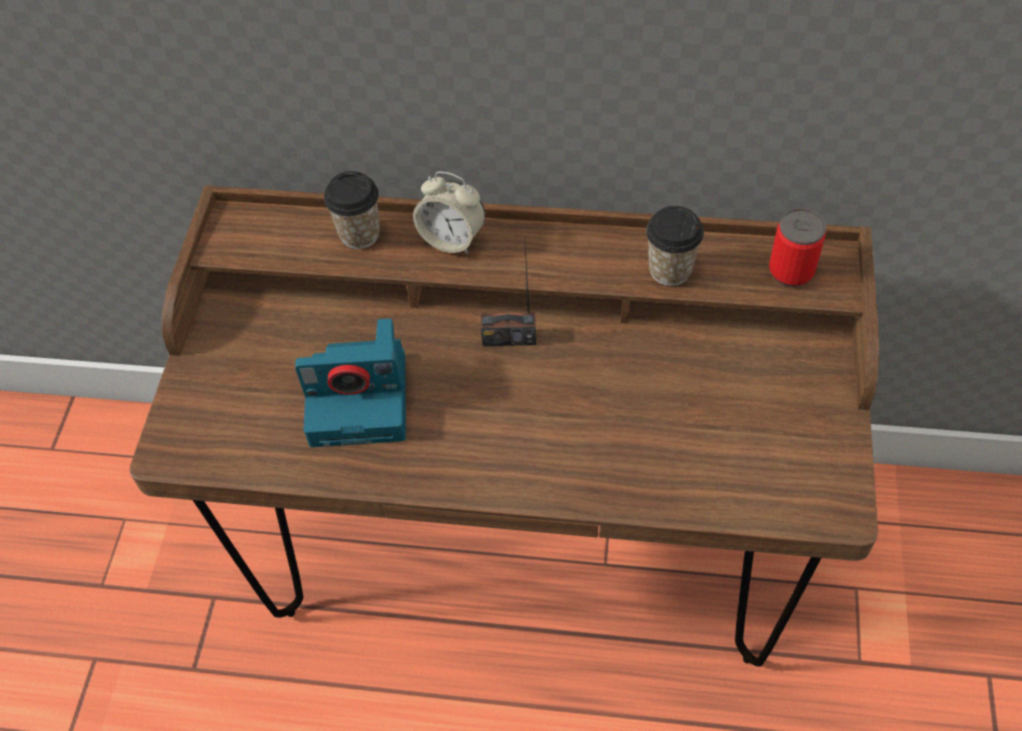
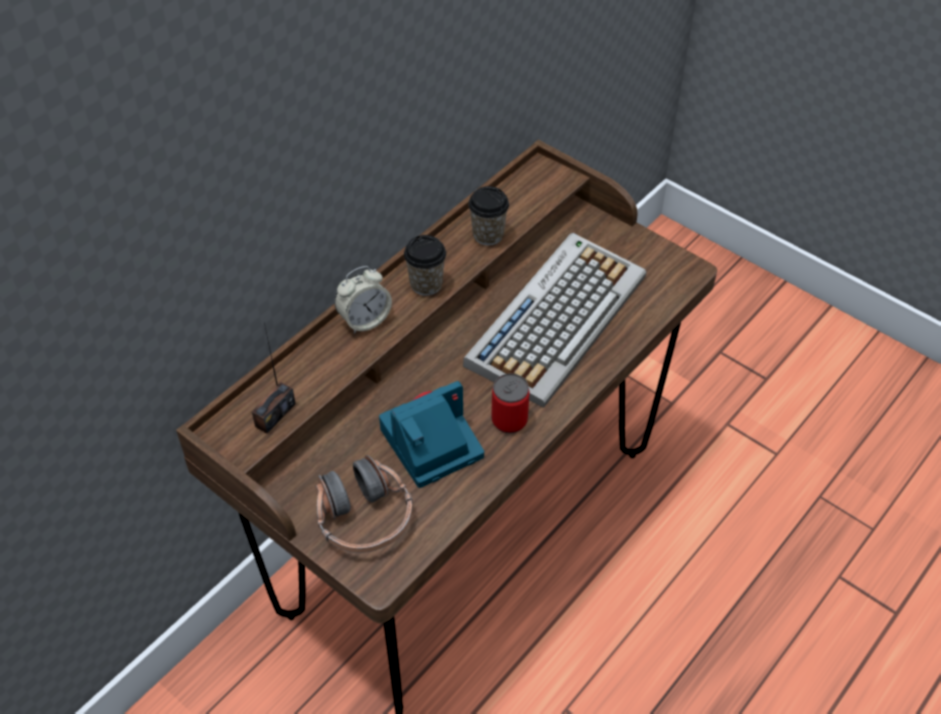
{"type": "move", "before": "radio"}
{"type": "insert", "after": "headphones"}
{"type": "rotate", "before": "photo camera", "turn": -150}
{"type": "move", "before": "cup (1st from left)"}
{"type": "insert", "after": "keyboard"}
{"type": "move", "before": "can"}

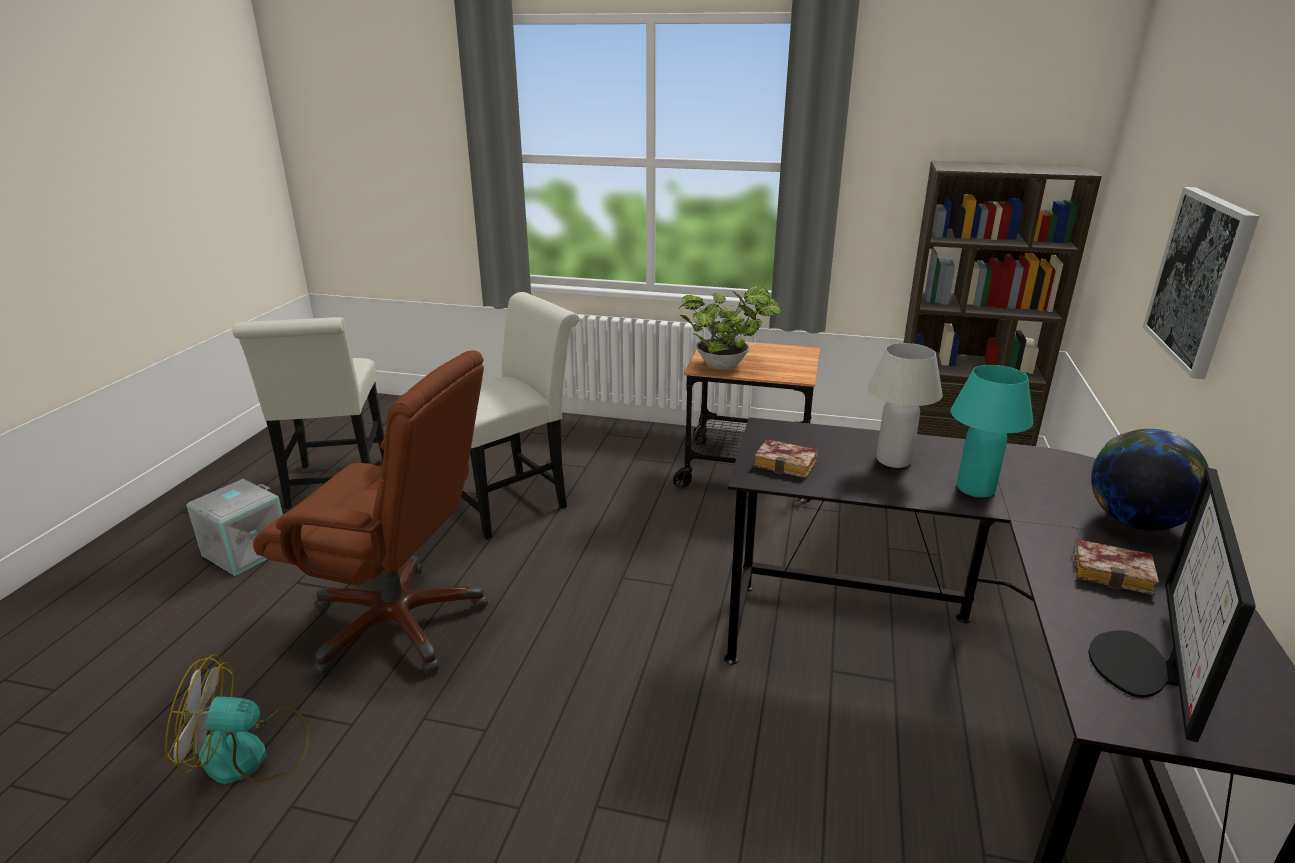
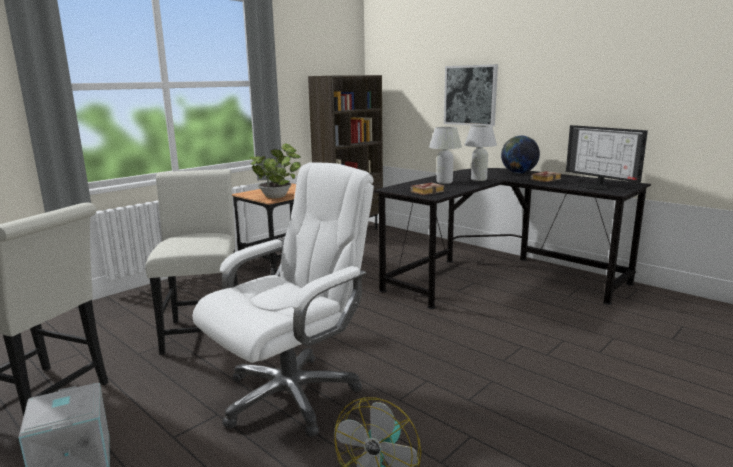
{"type": "recolor", "before": "brown office chair", "after": "white office chair"}
{"type": "recolor", "before": "turquoise table lamp", "after": "white table lamp (2nd from left)"}

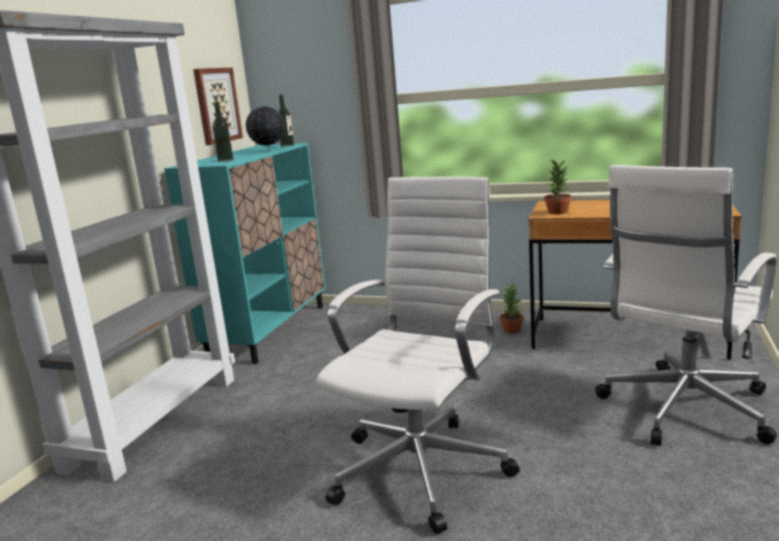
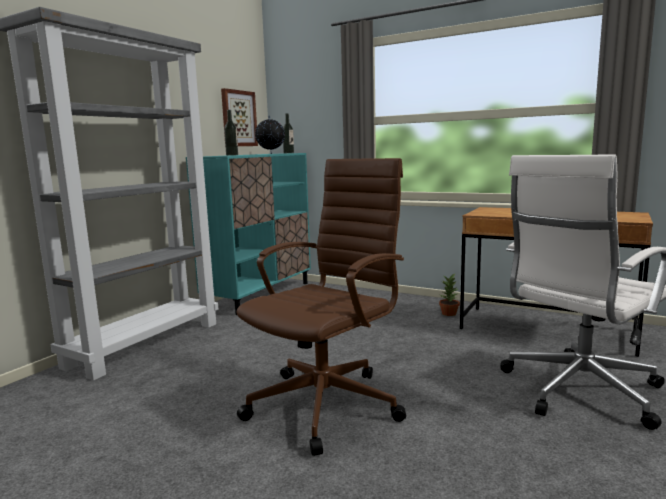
{"type": "recolor", "before": "white office chair (1st from left)", "after": "brown office chair"}
{"type": "delete", "before": "potted plant (2nd from left)"}

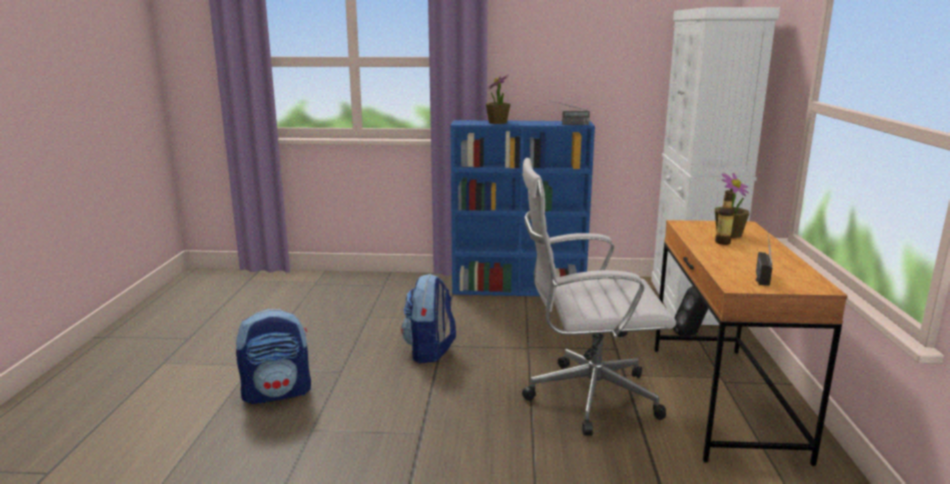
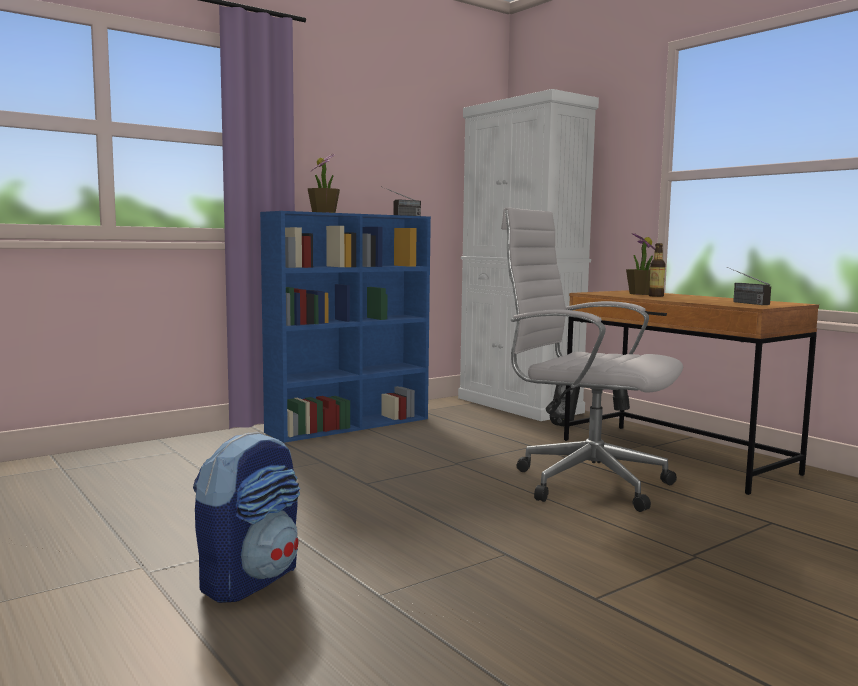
{"type": "rotate", "before": "white office chair", "turn": 75}
{"type": "delete", "before": "backpack (2nd from left)"}

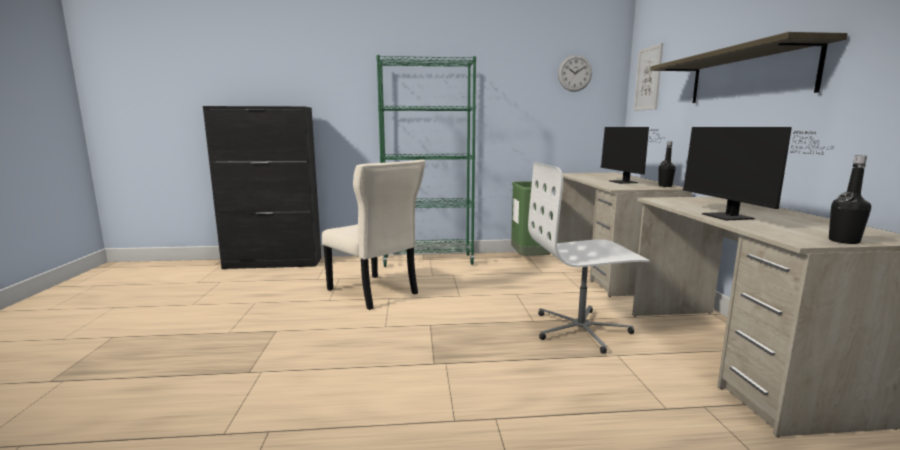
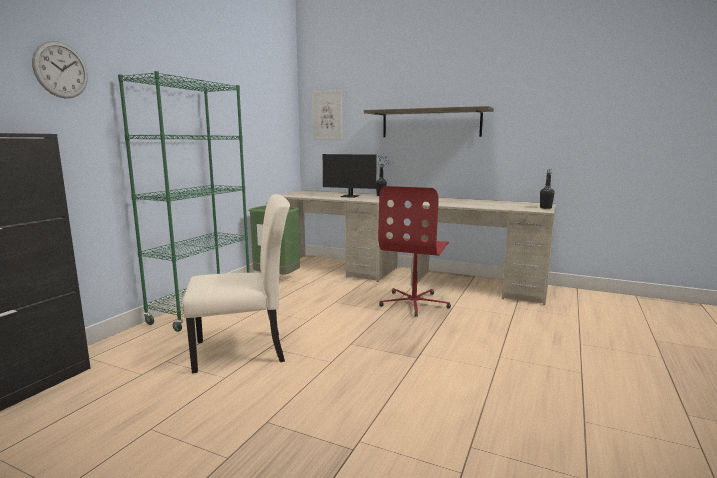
{"type": "move", "before": "wall clock"}
{"type": "recolor", "before": "white office chair", "after": "red office chair"}
{"type": "delete", "before": "monitor (2nd from left)"}

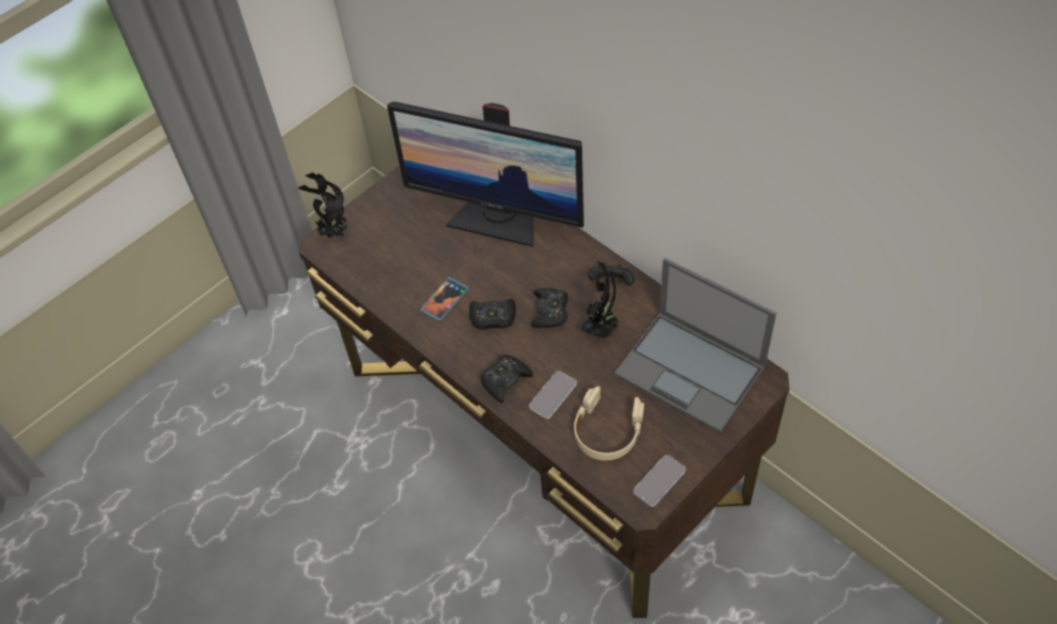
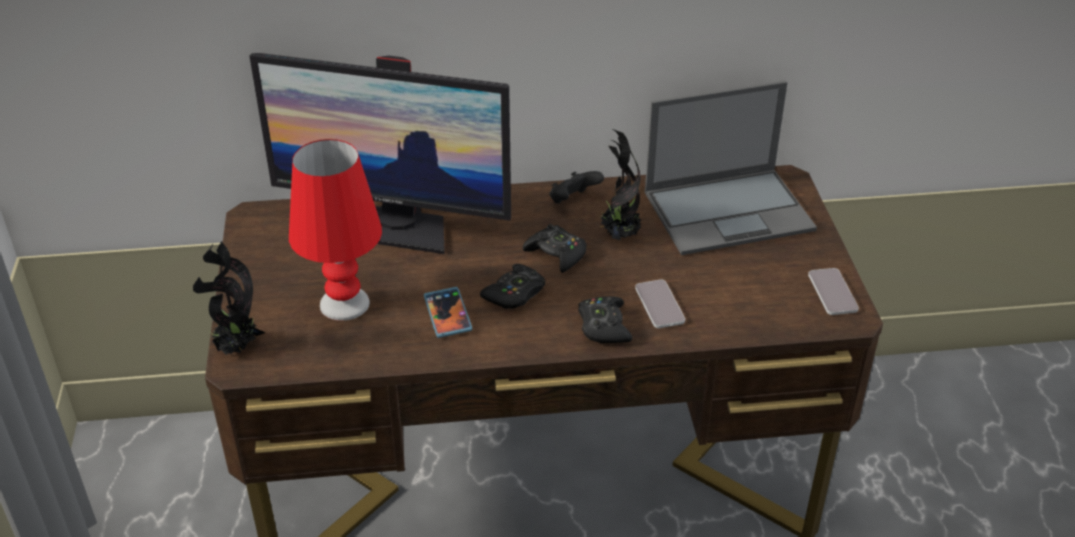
{"type": "rotate", "before": "monitor", "turn": 45}
{"type": "insert", "after": "red table lamp"}
{"type": "delete", "before": "beige headphones"}

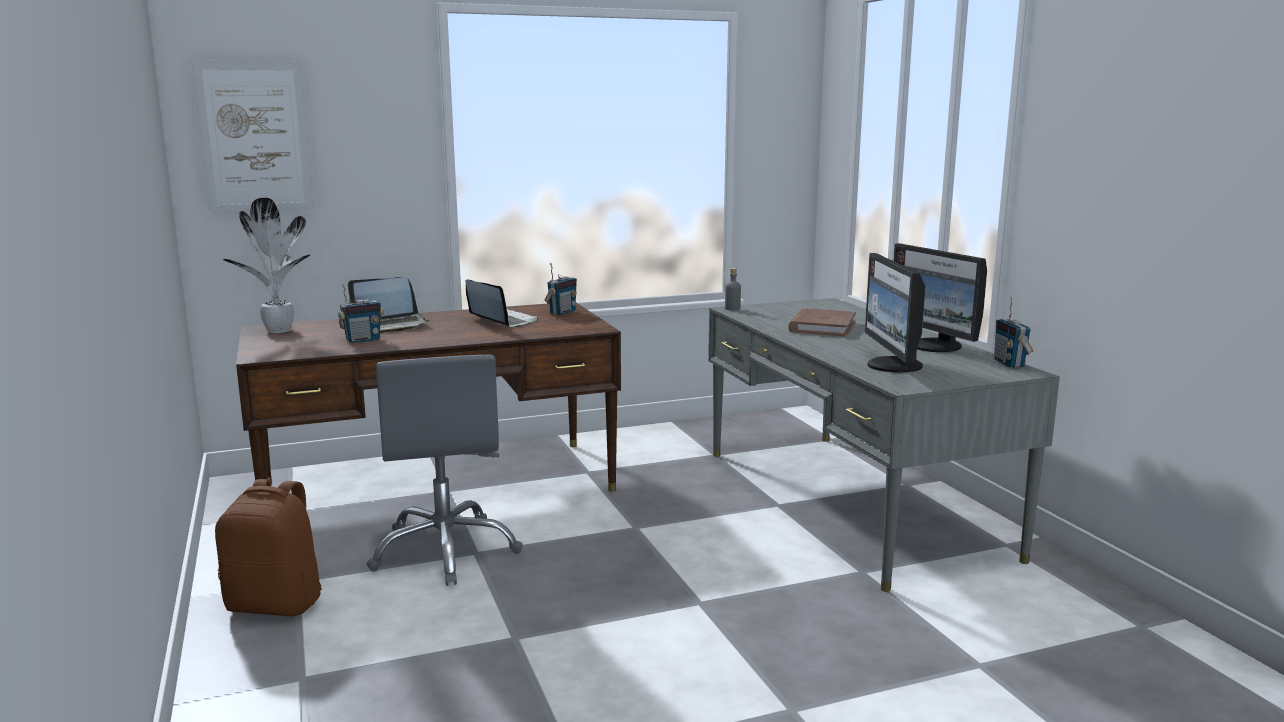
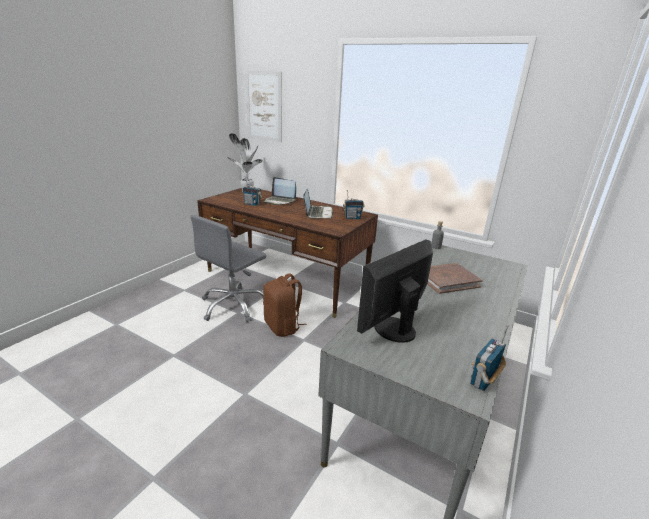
{"type": "move", "before": "brown backpack"}
{"type": "delete", "before": "monitor (2nd from left)"}

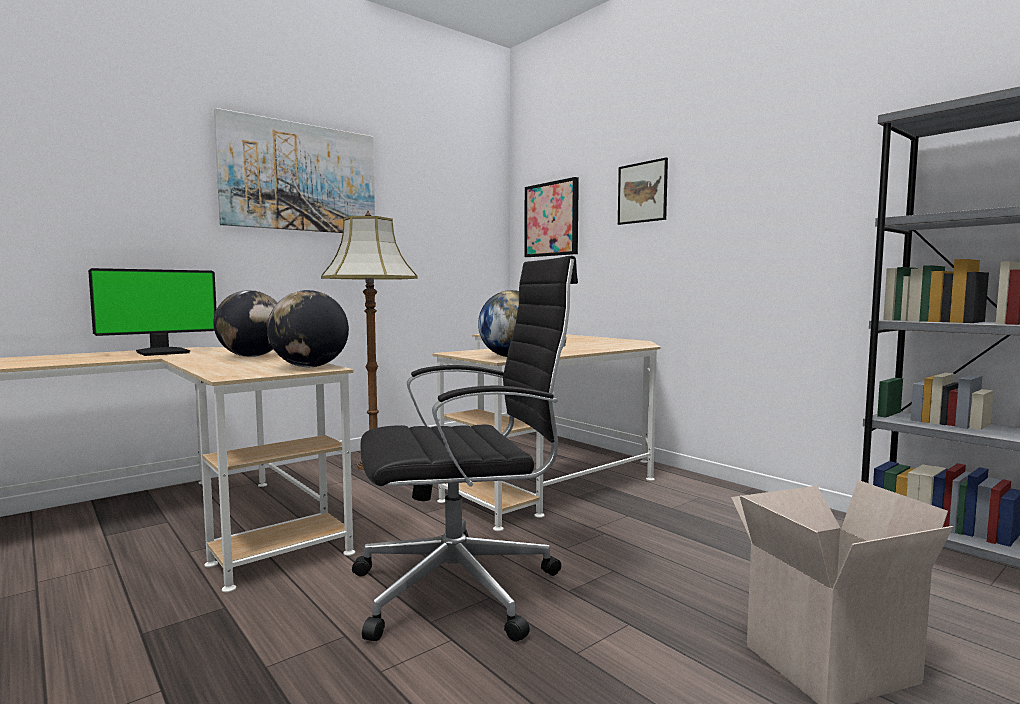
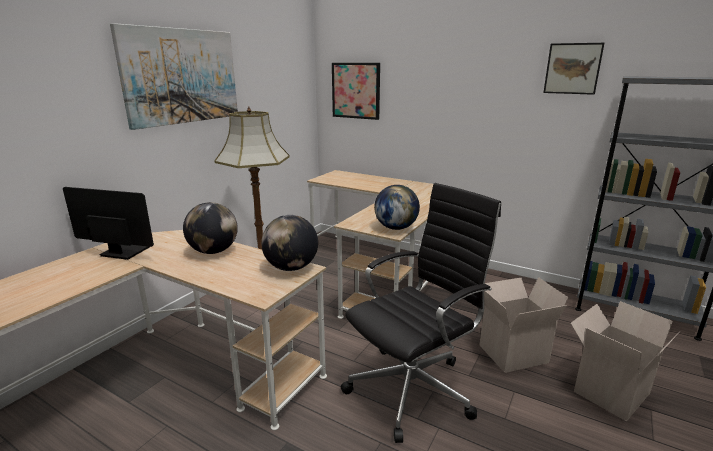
{"type": "rotate", "before": "monitor", "turn": -105}
{"type": "insert", "after": "cardboard box (1st from left)"}
{"type": "move", "before": "picture (3rd from left)"}

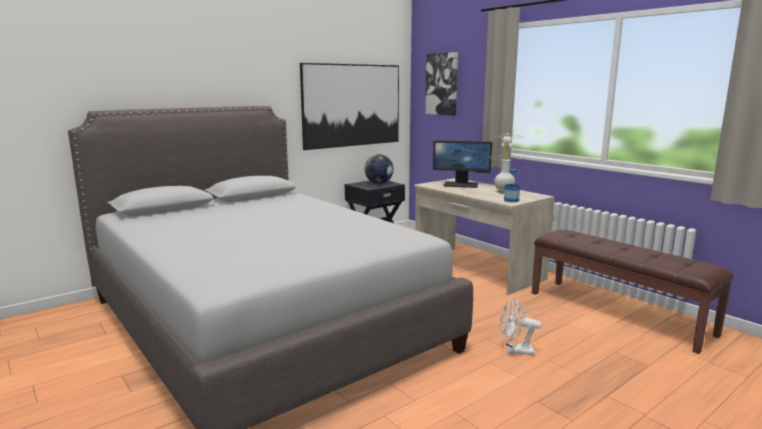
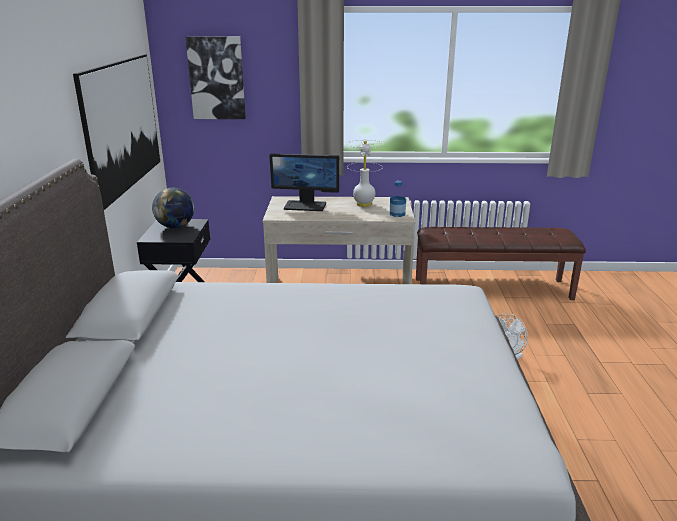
{"type": "rotate", "before": "monitor", "turn": 45}

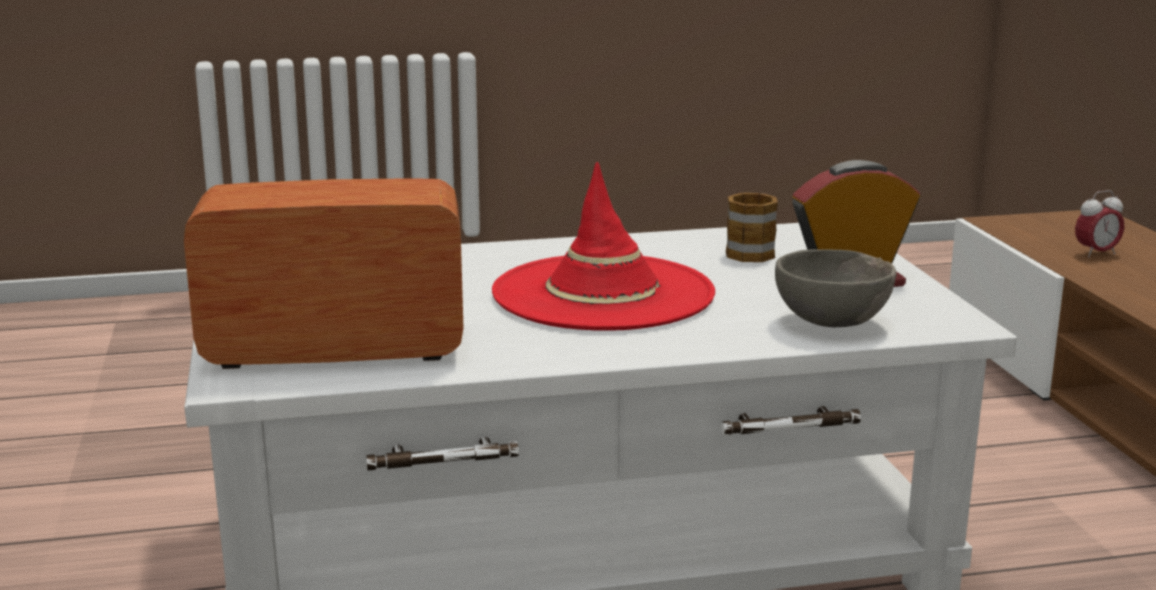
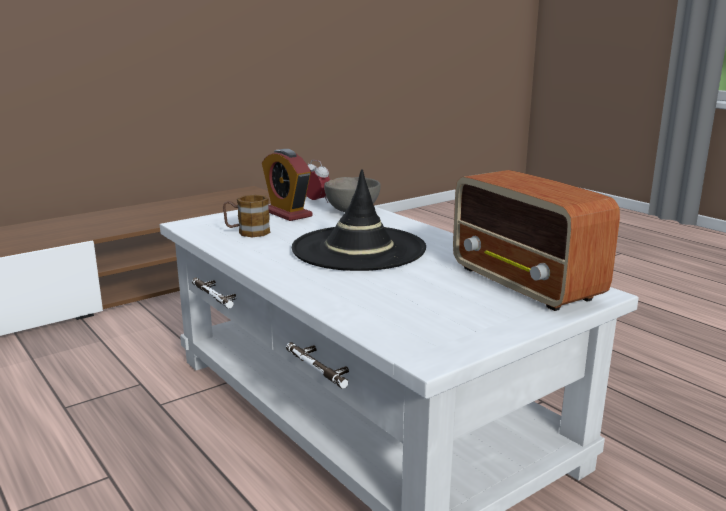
{"type": "recolor", "before": "red hat", "after": "black hat"}
{"type": "move", "before": "alarm clock (2nd from left)"}

